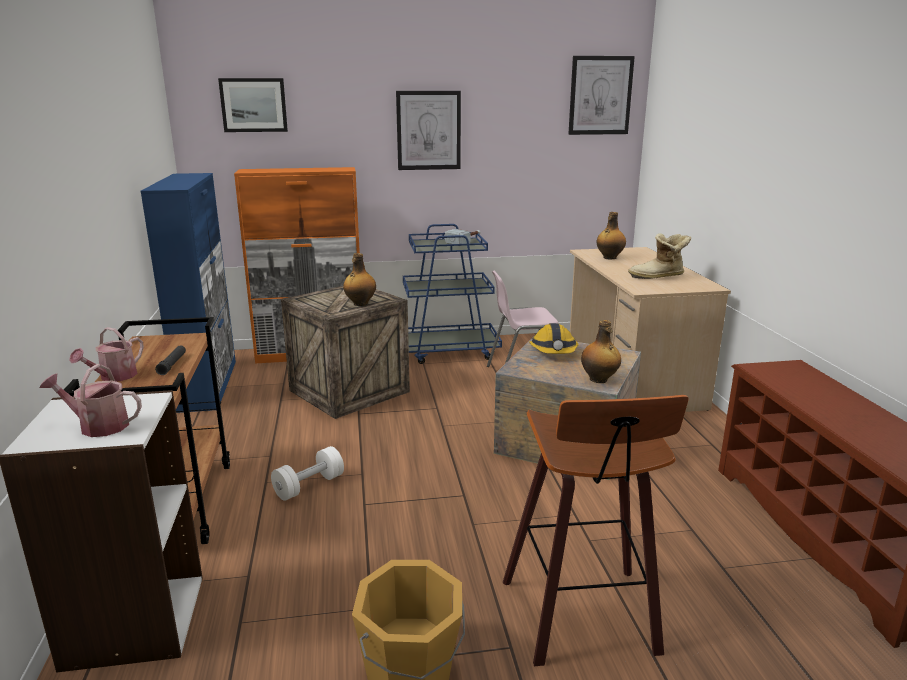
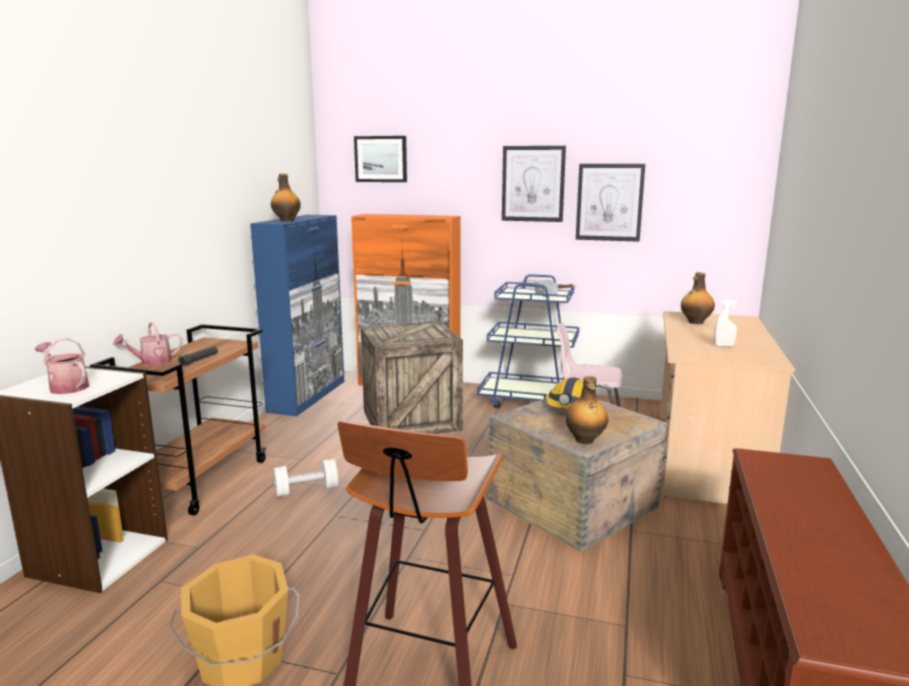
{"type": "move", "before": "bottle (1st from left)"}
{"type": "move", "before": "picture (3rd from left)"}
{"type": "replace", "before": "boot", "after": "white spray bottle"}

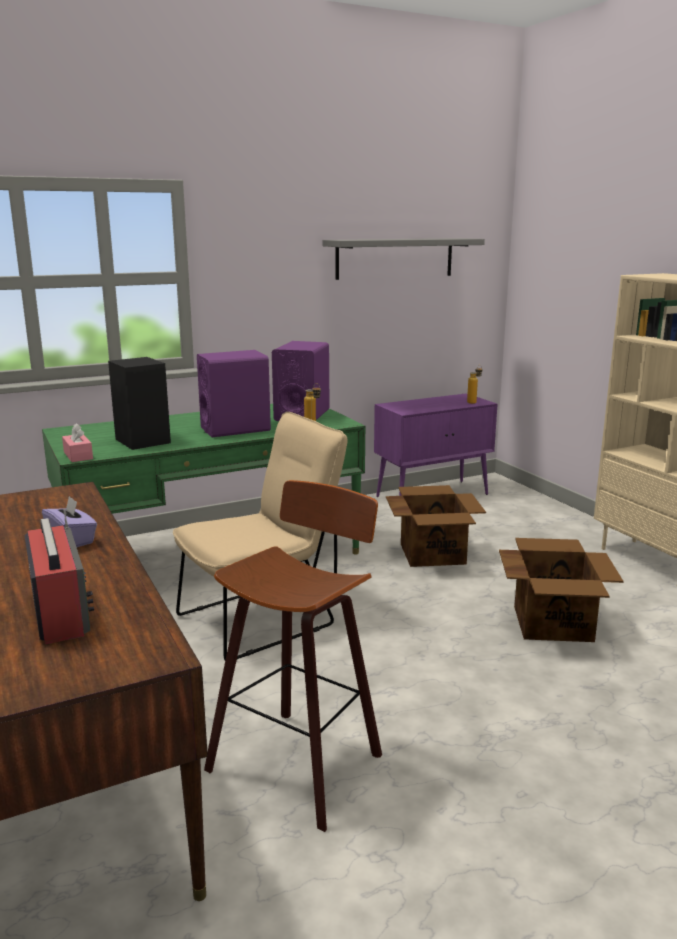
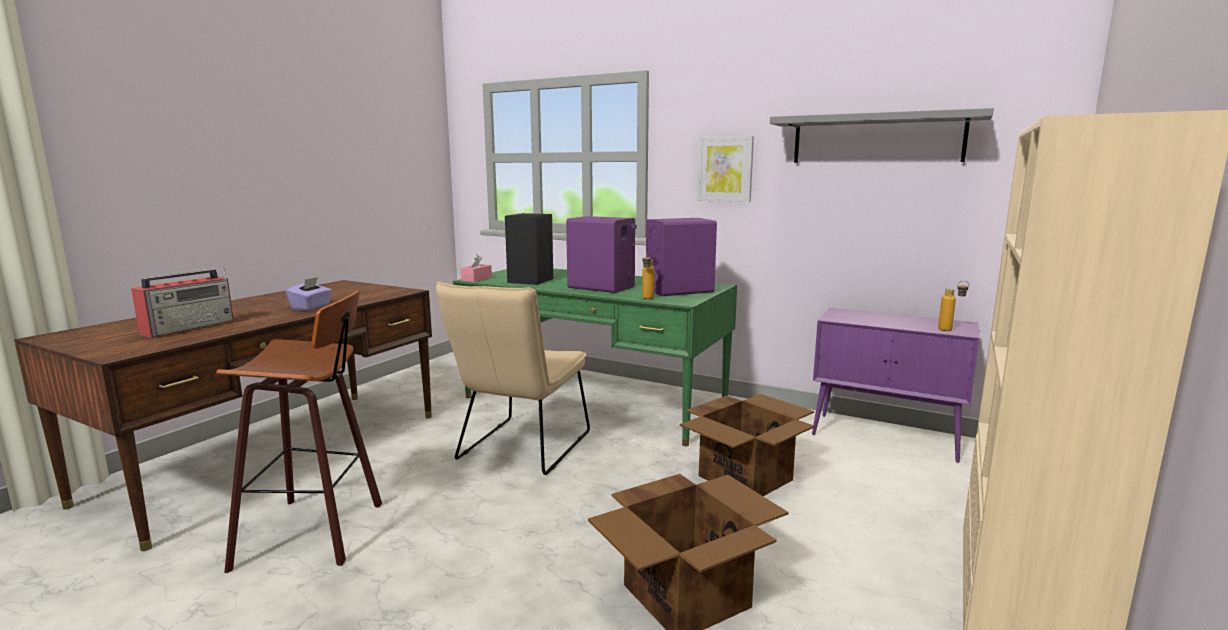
{"type": "rotate", "before": "beige chair", "turn": 90}
{"type": "insert", "after": "picture"}

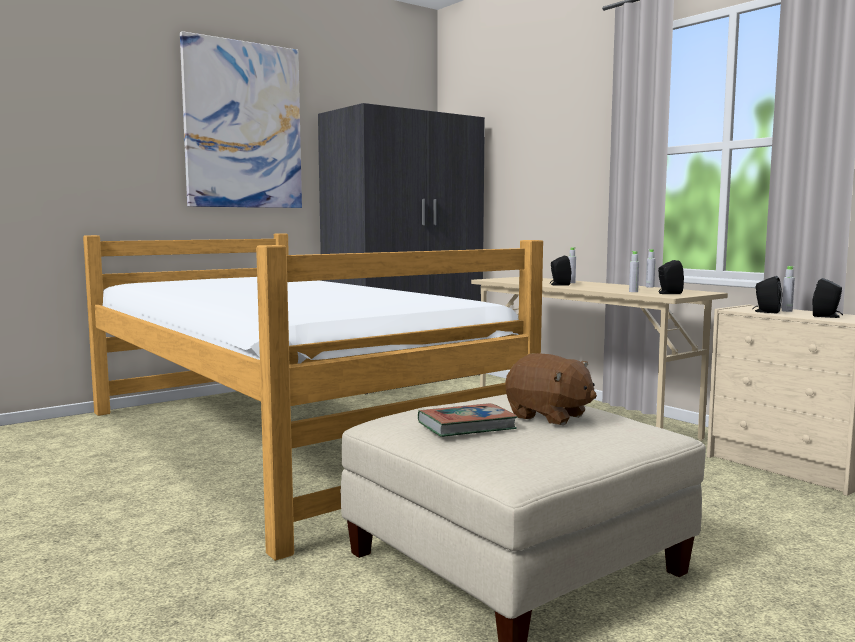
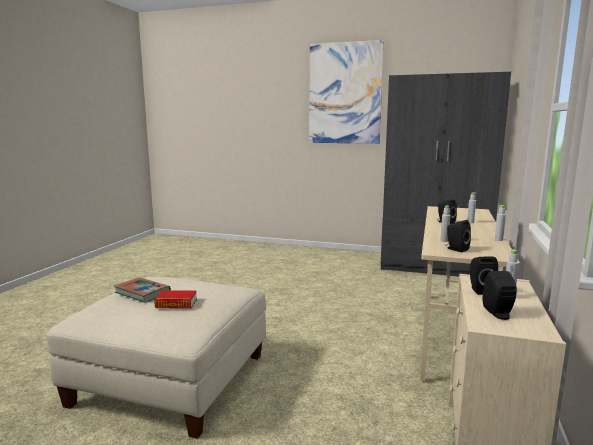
{"type": "replace", "before": "brown plush toy", "after": "book (2nd from left)"}
{"type": "delete", "before": "bed"}

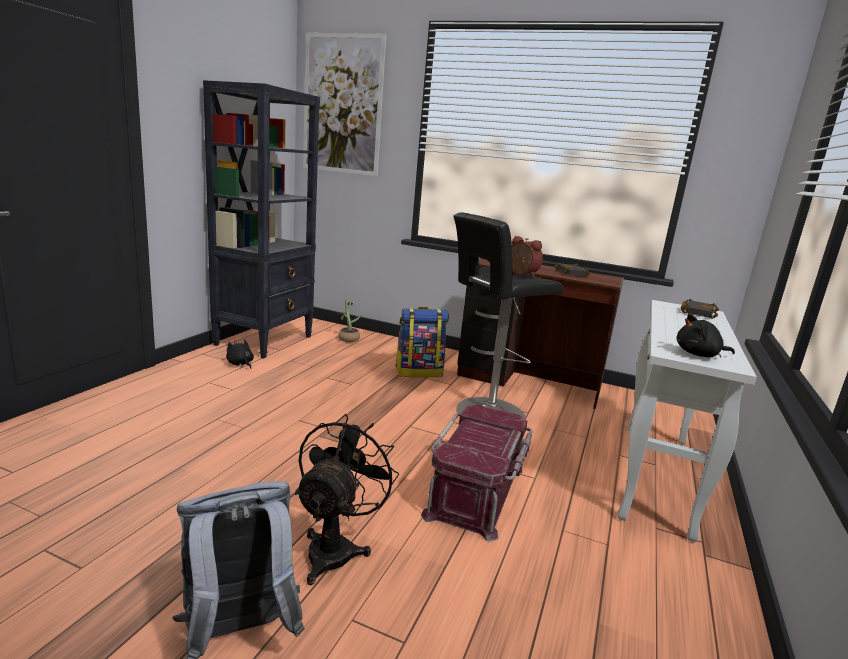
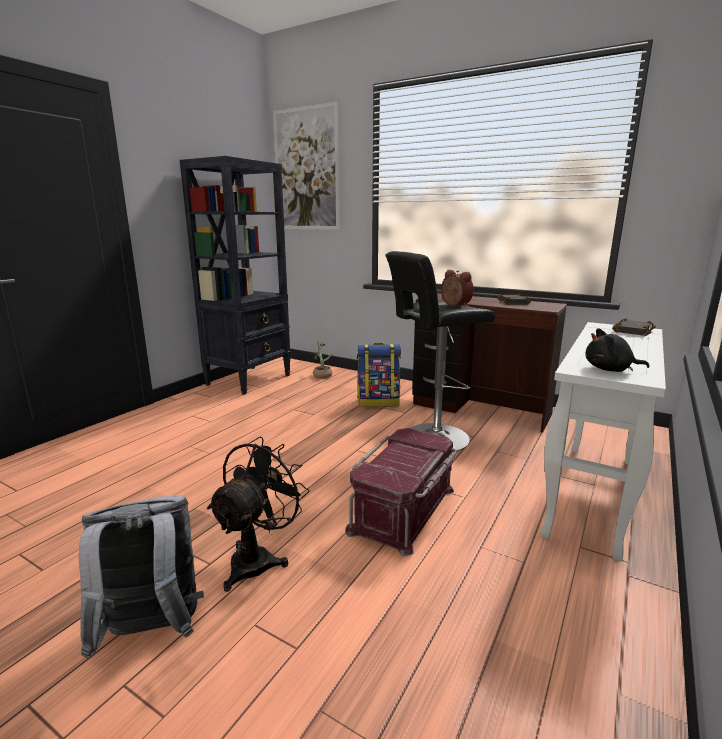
{"type": "delete", "before": "black plush toy (1st from left)"}

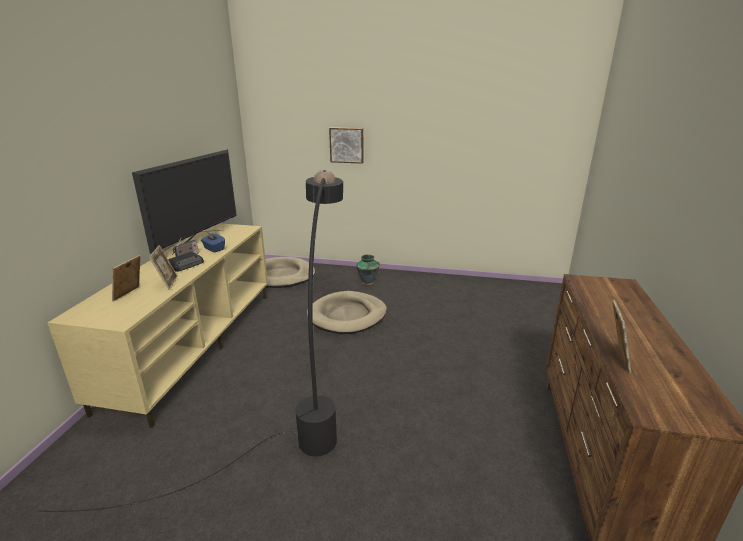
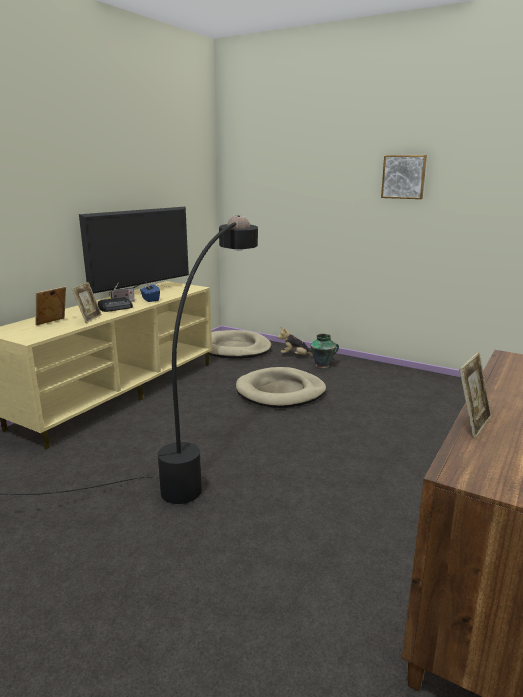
{"type": "insert", "after": "plush toy"}
{"type": "move", "before": "picture"}

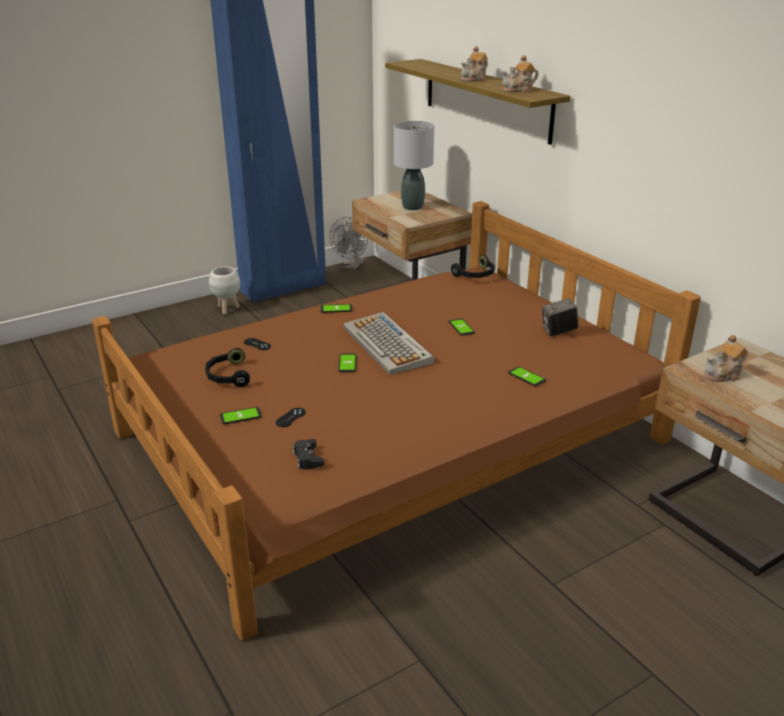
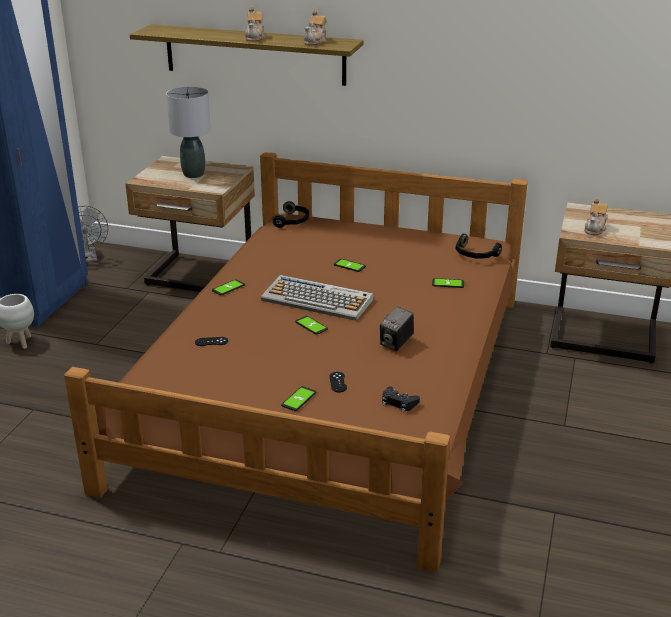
{"type": "move", "before": "photo camera"}
{"type": "move", "before": "black headphones (1st from left in the first image)", "after": "black headphones (2nd from left)"}

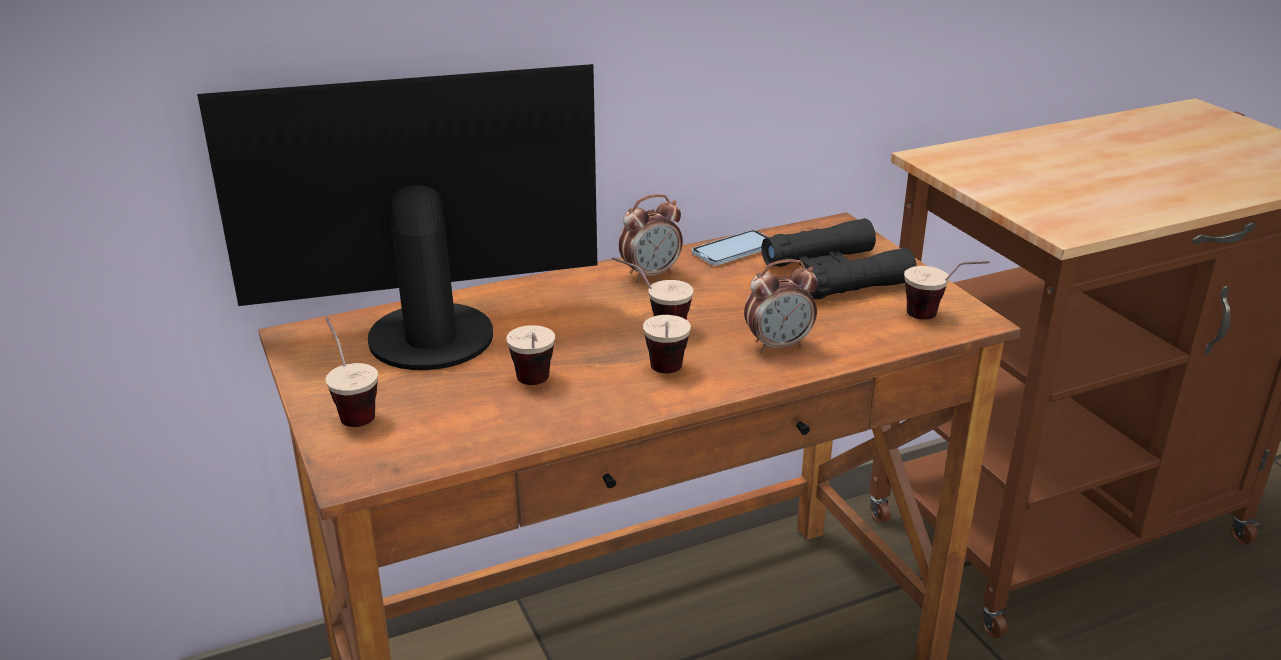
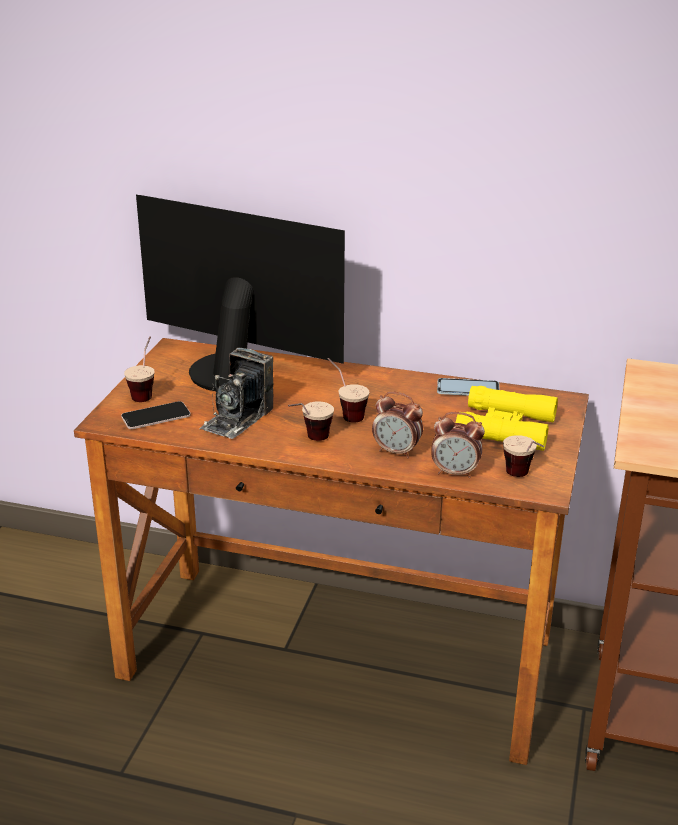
{"type": "insert", "after": "phone (1st from left)"}
{"type": "replace", "before": "cup (2nd from left)", "after": "photo camera"}
{"type": "move", "before": "alarm clock (1st from left in the first image)", "after": "alarm clock (2nd from left)"}
{"type": "recolor", "before": "black binoculars", "after": "yellow binoculars"}

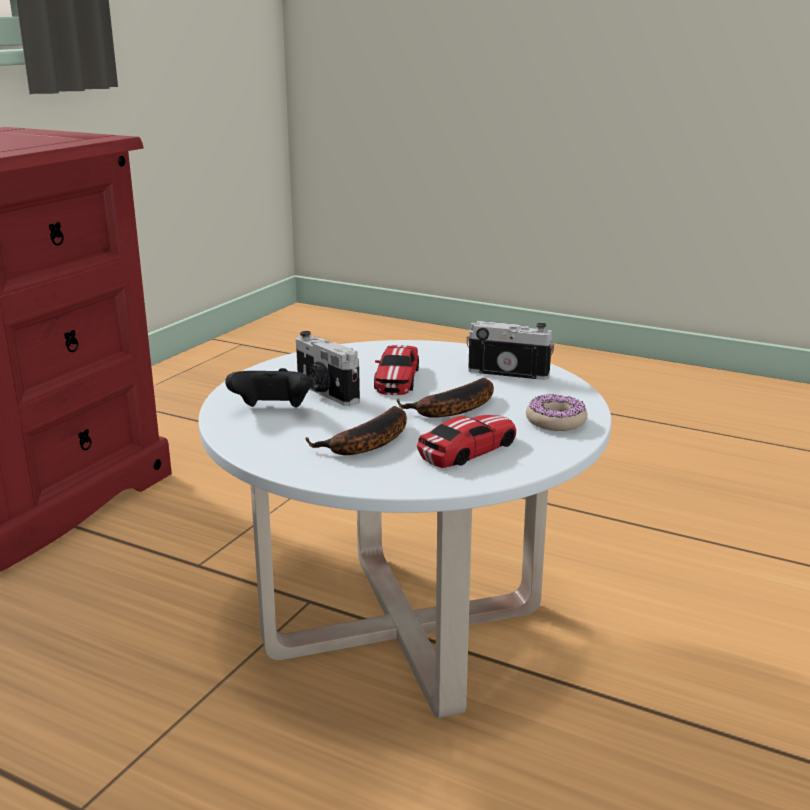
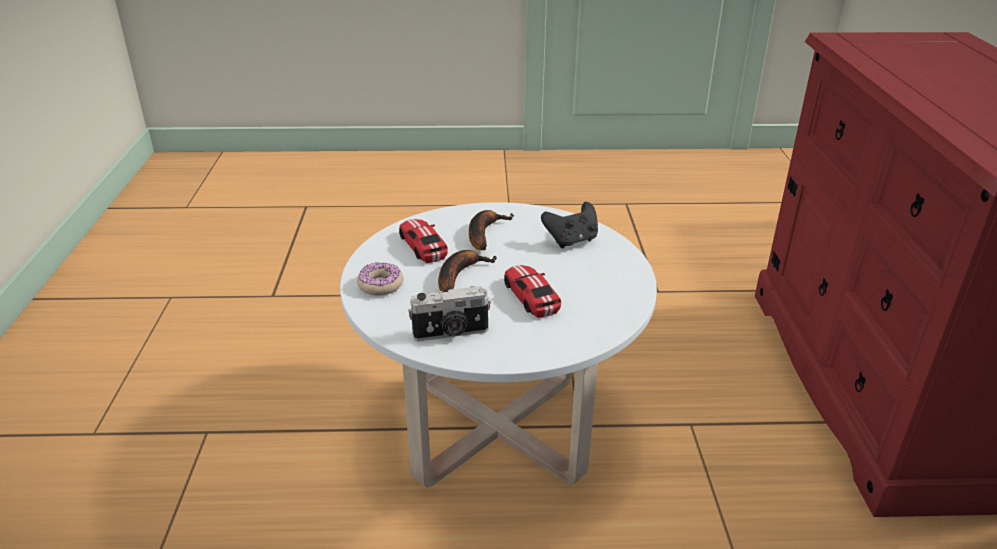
{"type": "rotate", "before": "toy car (2nd from left in the first image)", "turn": 135}
{"type": "delete", "before": "photo camera (1st from left)"}

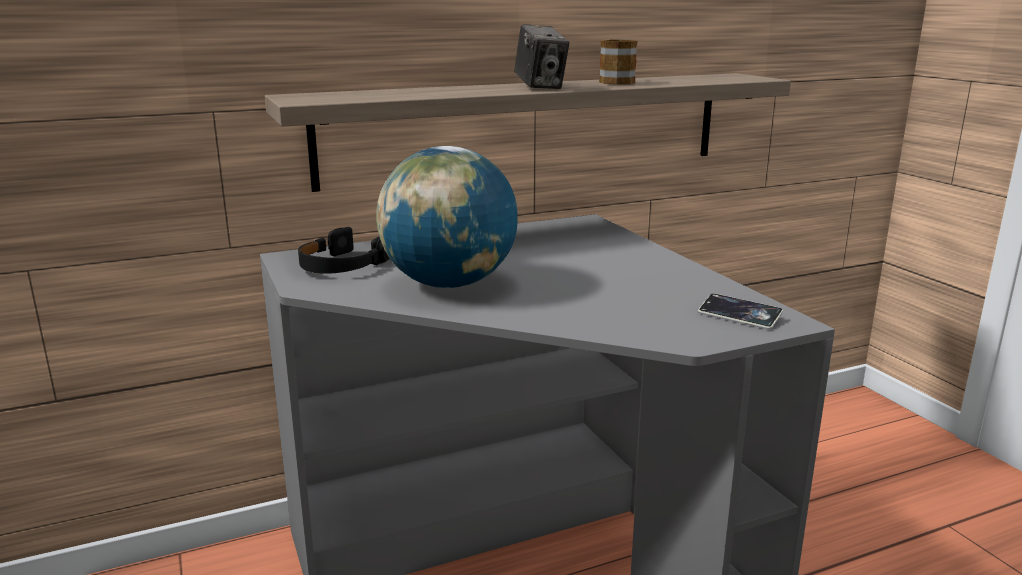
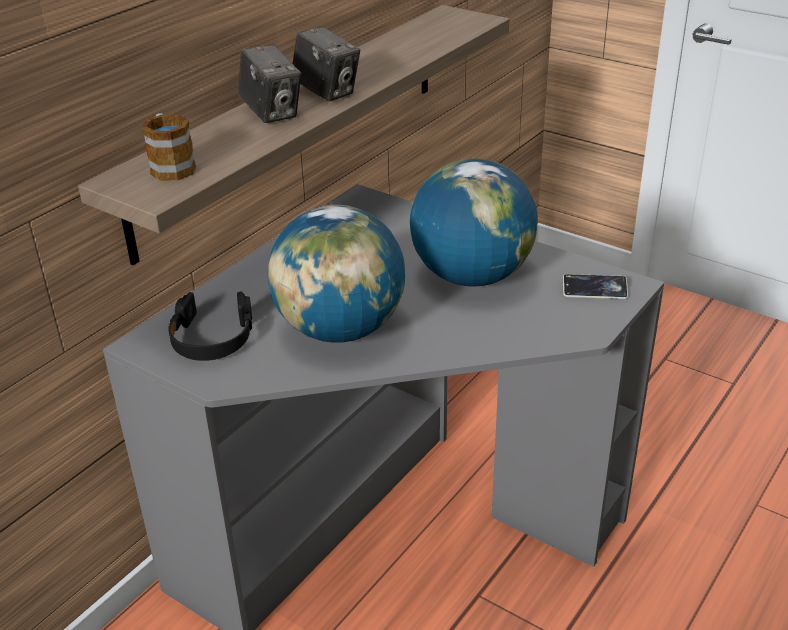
{"type": "move", "before": "mug"}
{"type": "insert", "after": "photo camera (1st from left)"}
{"type": "insert", "after": "globe (2nd from left)"}

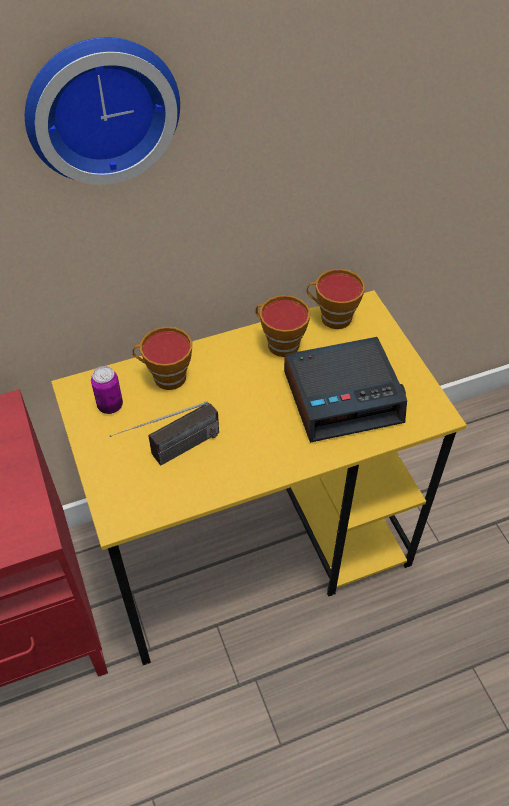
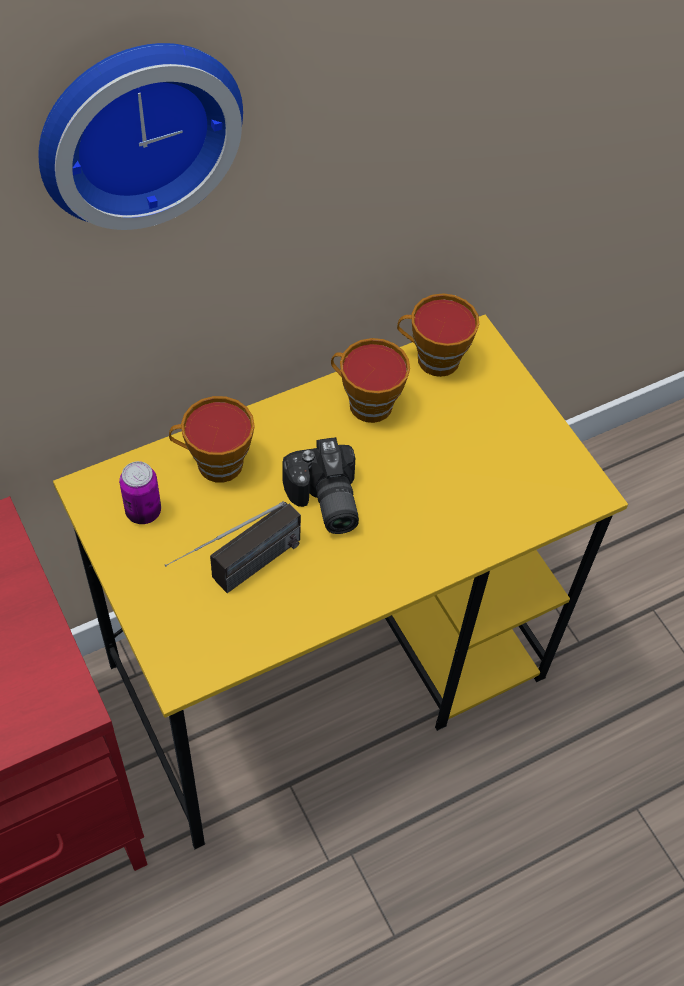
{"type": "insert", "after": "photo camera"}
{"type": "delete", "before": "alarm clock"}

